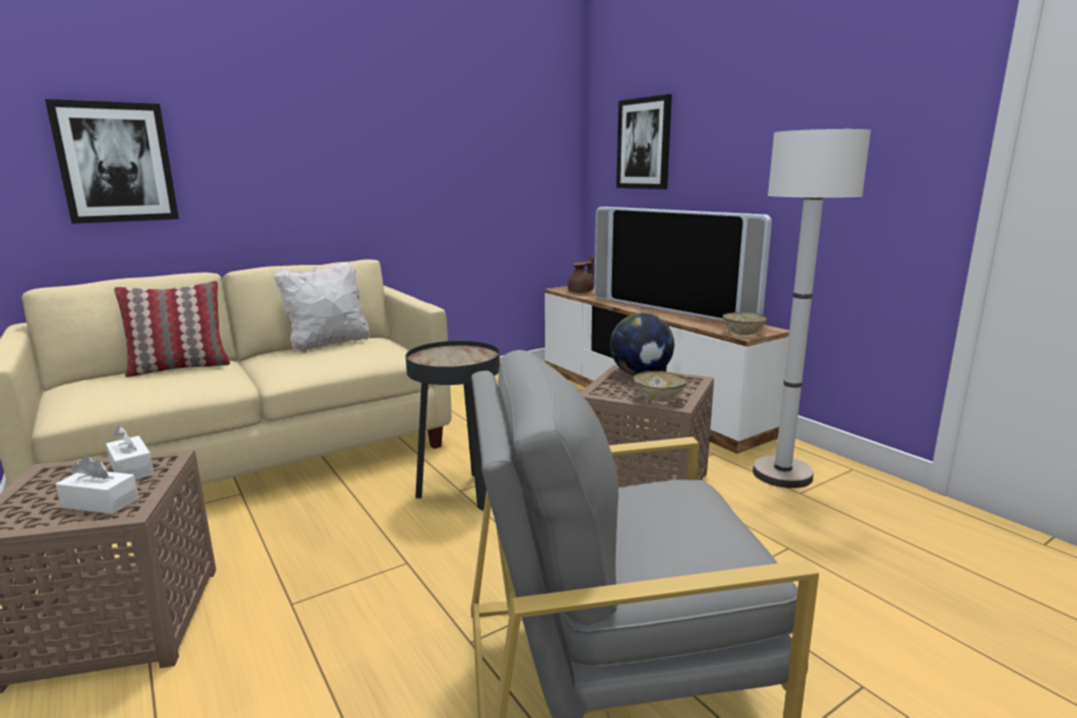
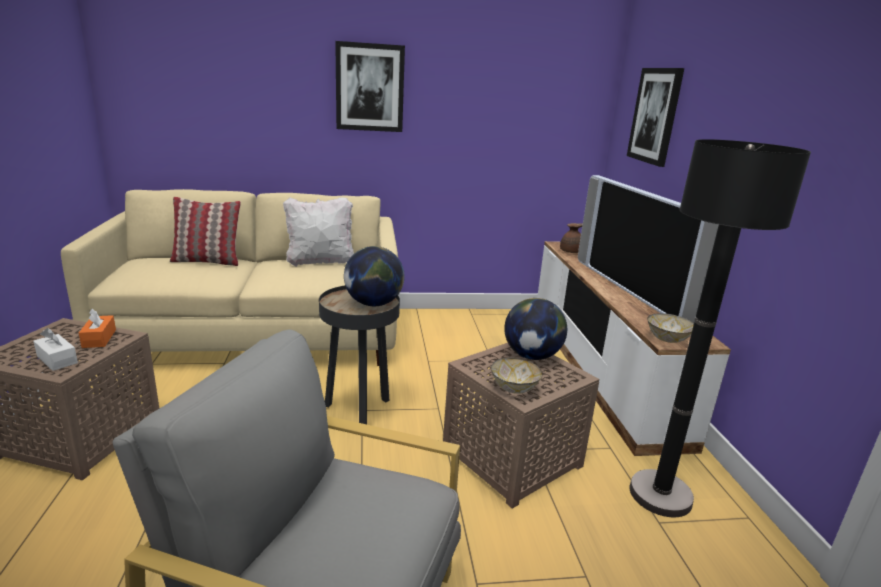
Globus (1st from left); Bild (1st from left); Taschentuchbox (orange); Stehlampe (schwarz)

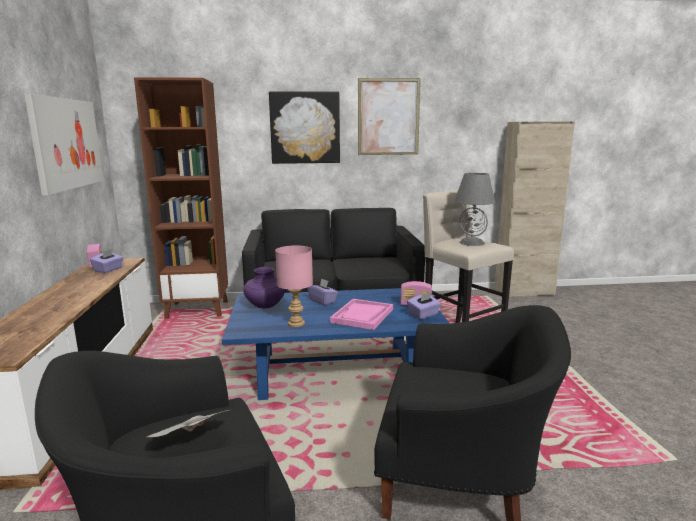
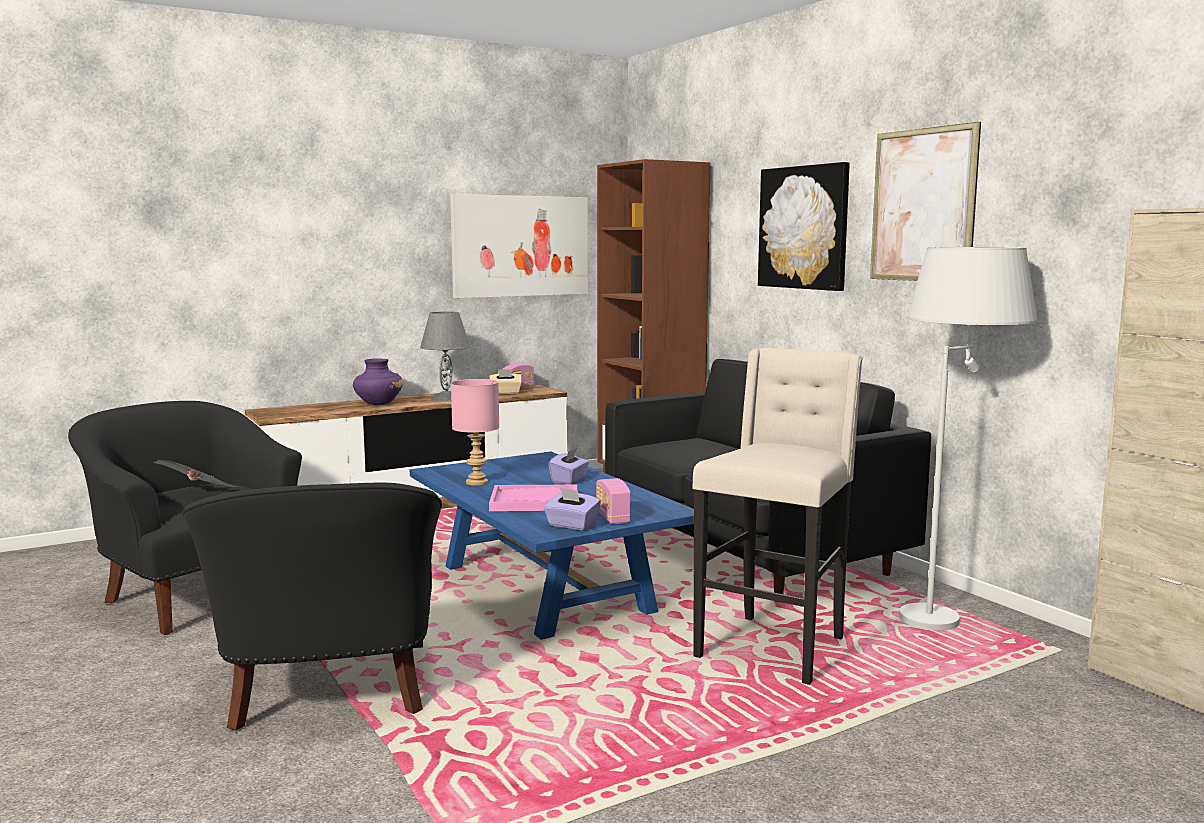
Stehlampe (weiß); Vase (lila); Tischlampe (grau); Taschentuchbox (beige)

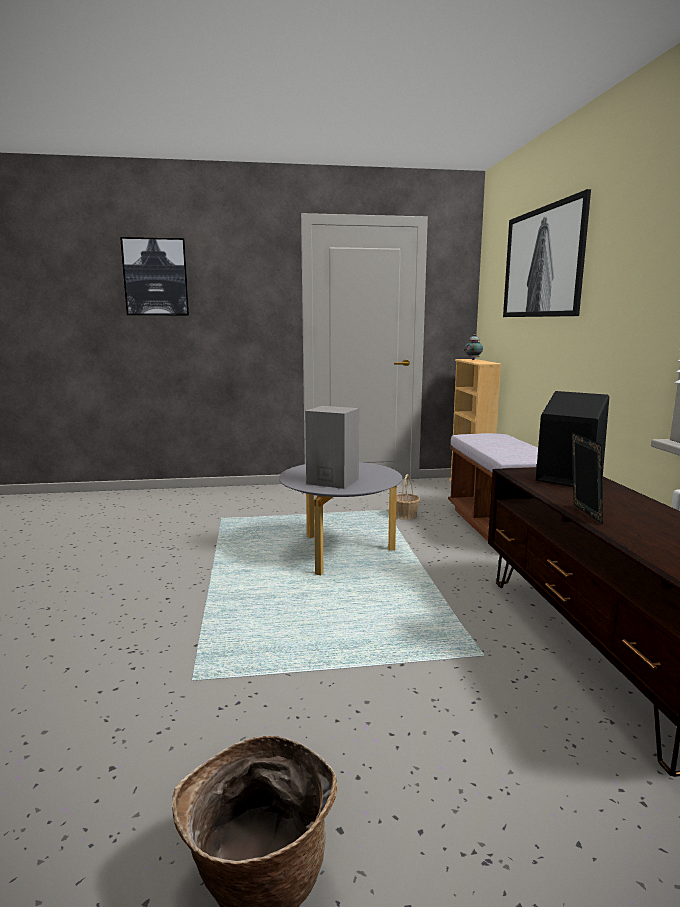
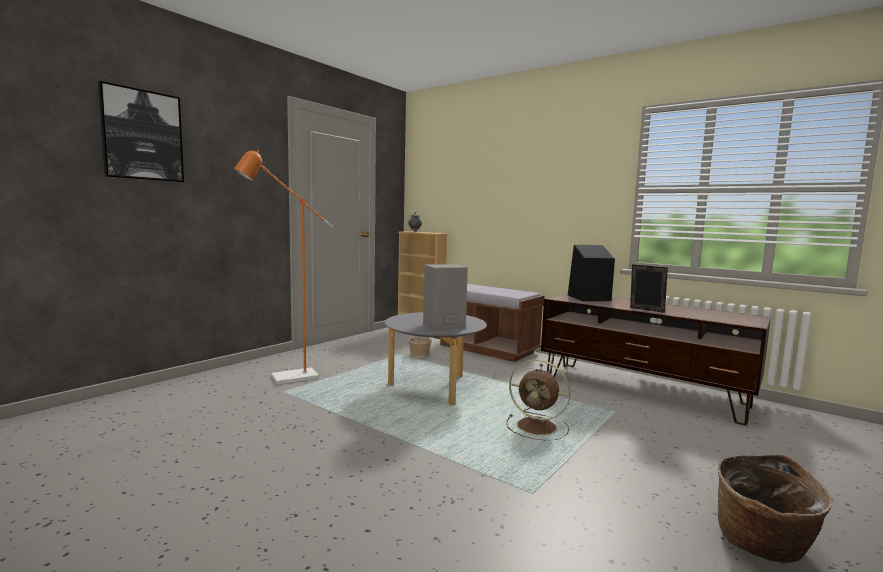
Bild (2nd from left in the first image); Stehlampe (orange); Ventilator (braun)

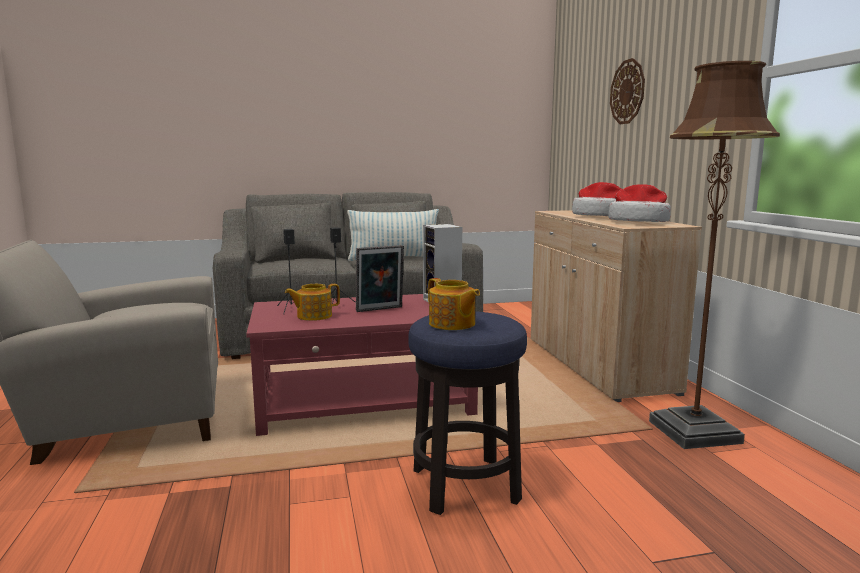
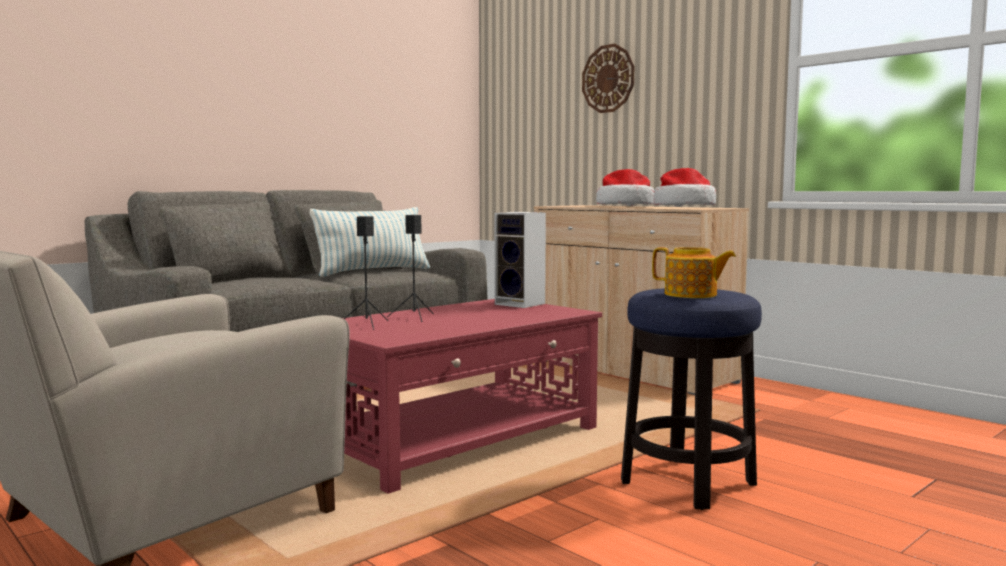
Teekanne (1st from left in the first image); Bilderrahmen; Stehlampe (braun)

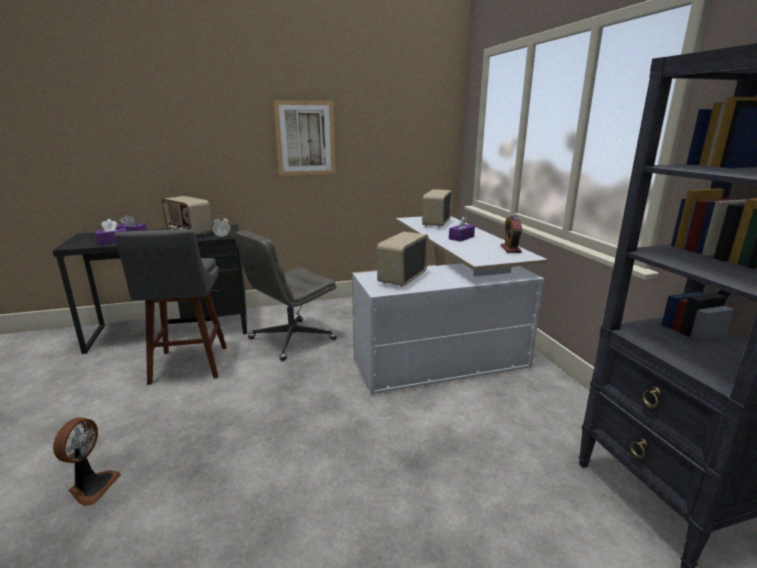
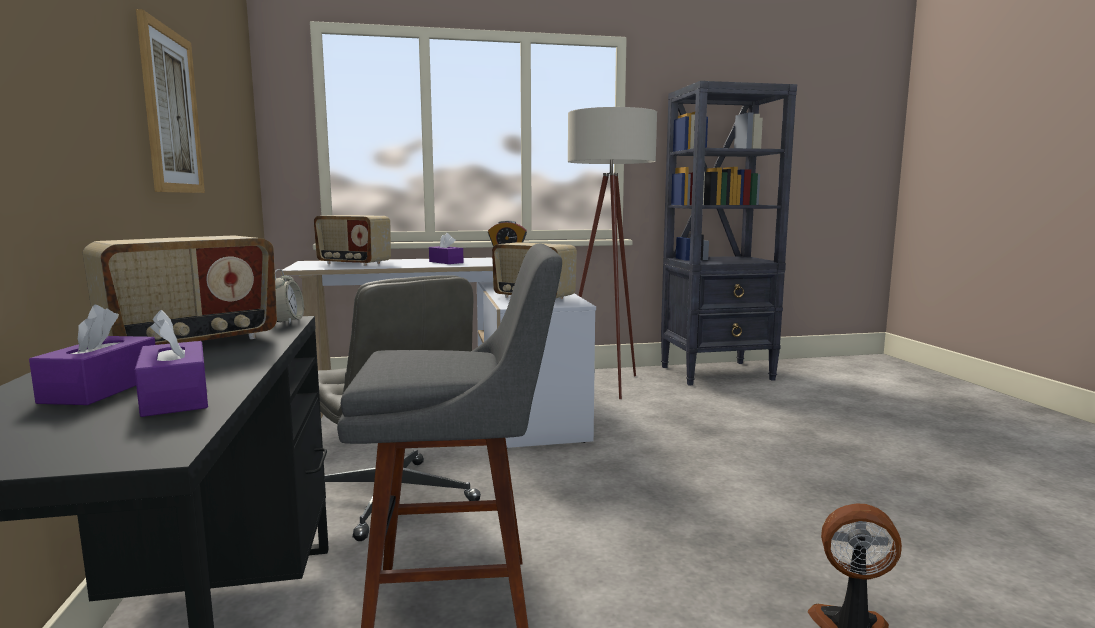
Stehlampe (beige)

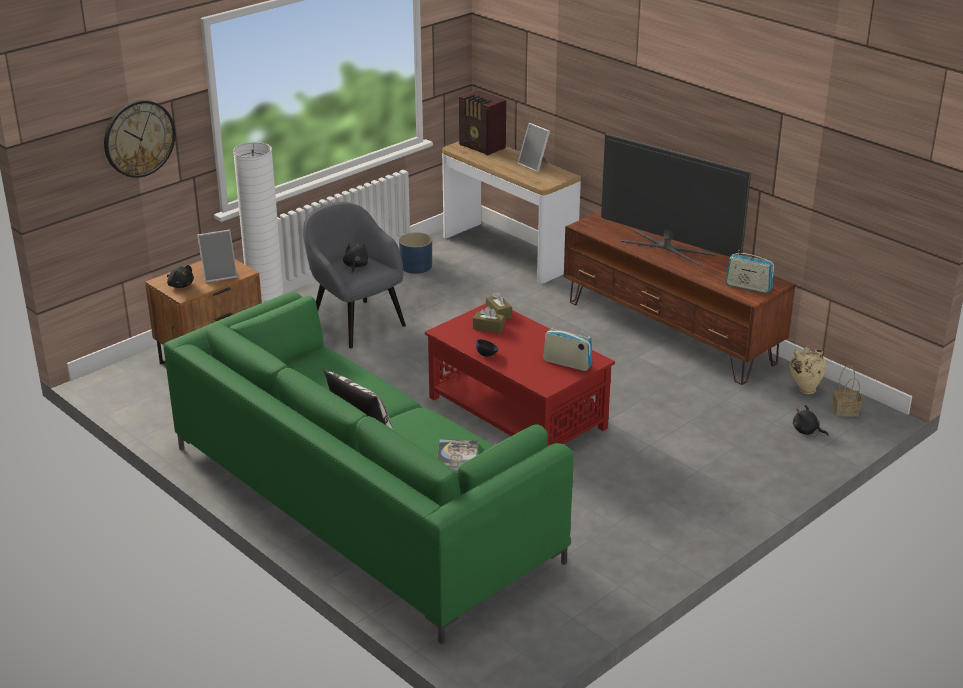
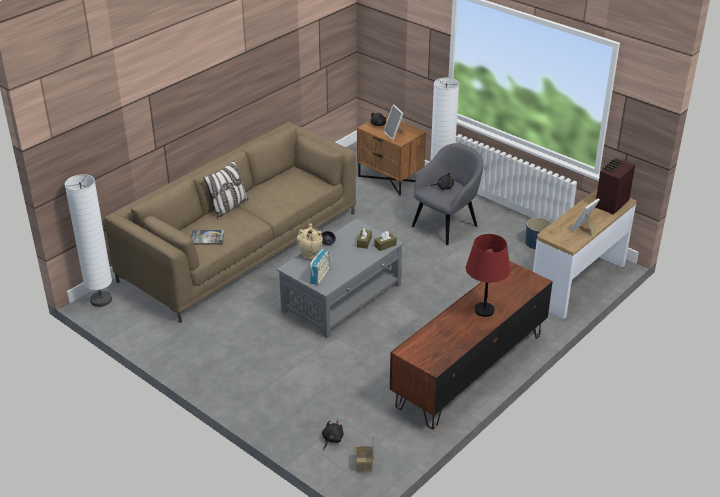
Wanduhr; Radio (3rd from left in the first image); Stehlampe (weiß) (1st from left); Vase (beige); Tischlampe (rot); Sofa (braun); Couchtisch (grau)

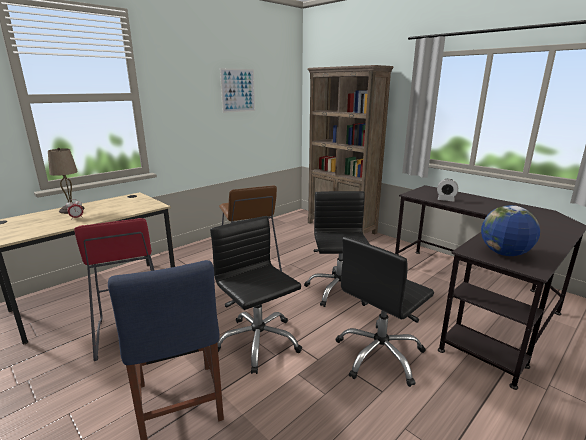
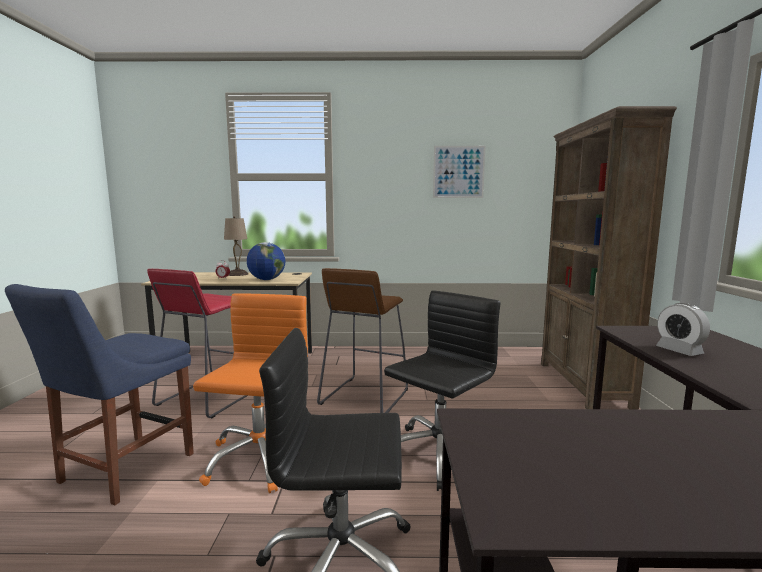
Globus; Bürostuhl (orange)

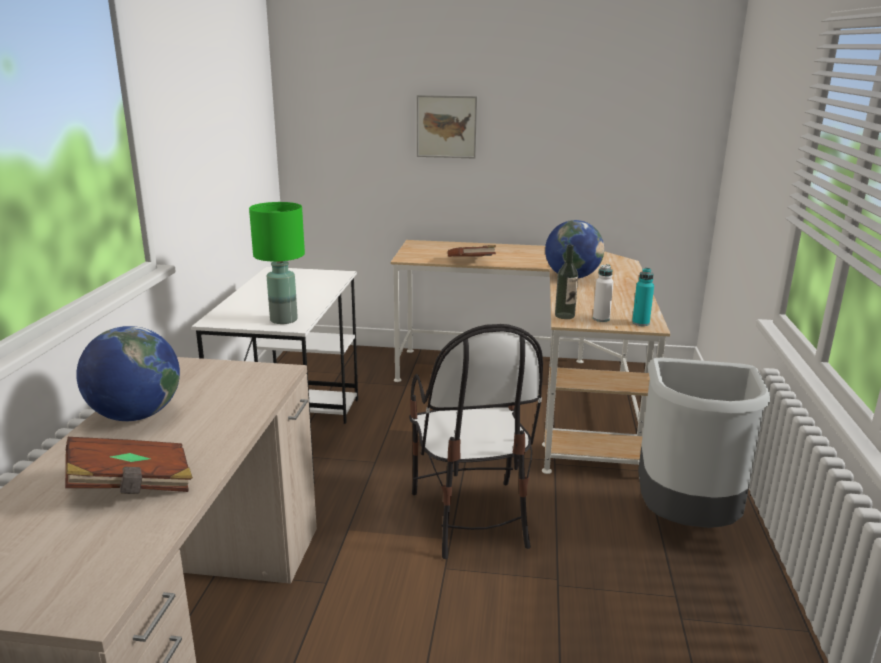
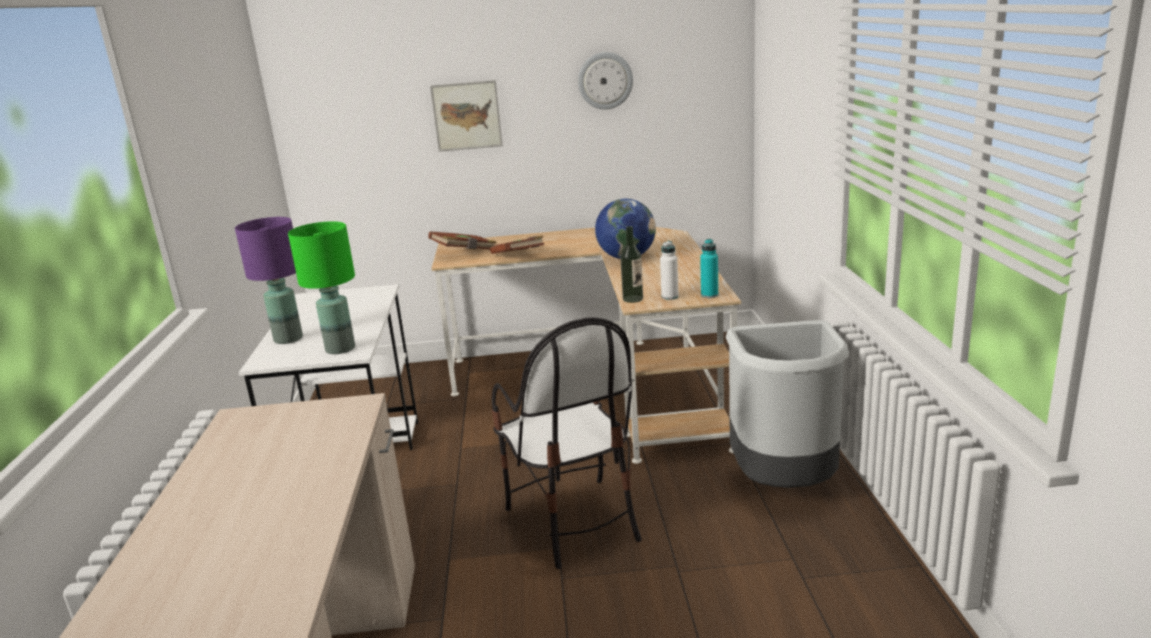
Globus (1st from left in the first image); Tischlampe (lila); Wanduhr; Buch (braun) (1st from left)

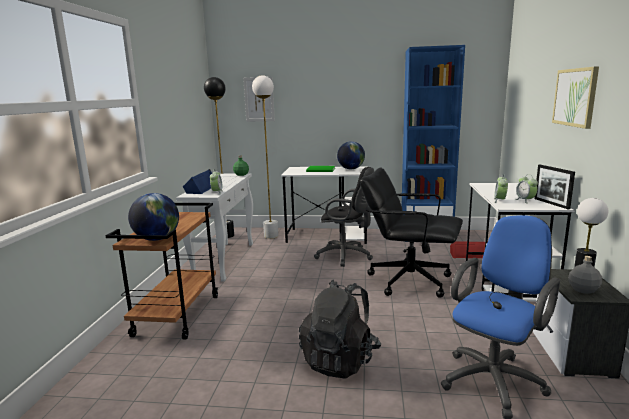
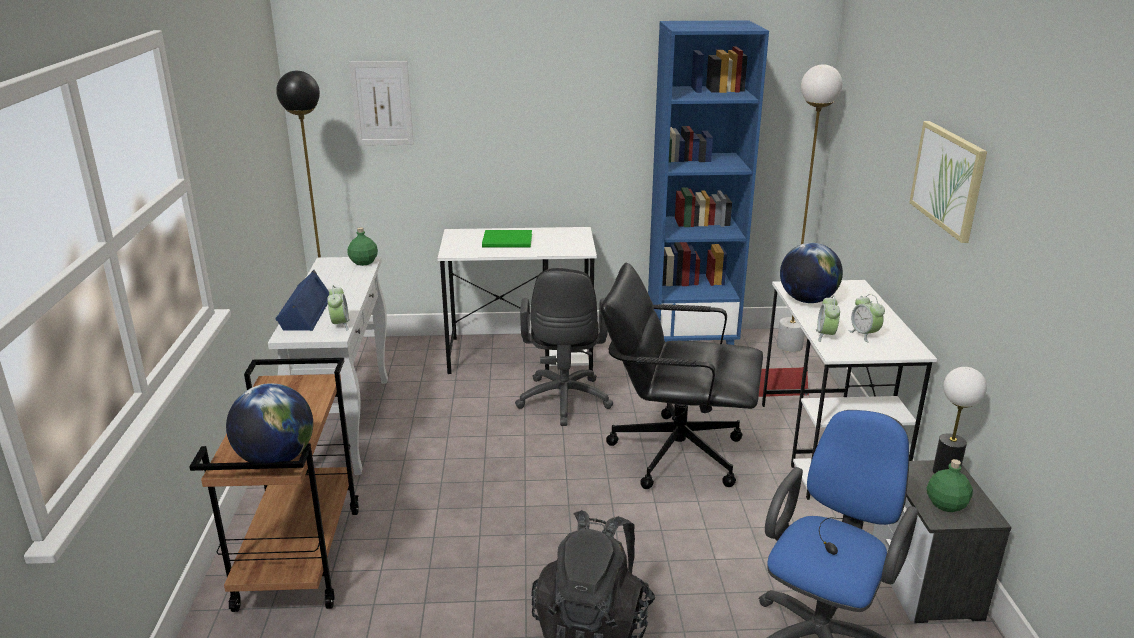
Bilderrahmen; Stehlampe (weiß); Globus (2nd from left); Flasche (grün) (2nd from left); Bürostuhl (schwarz) (1st from left)

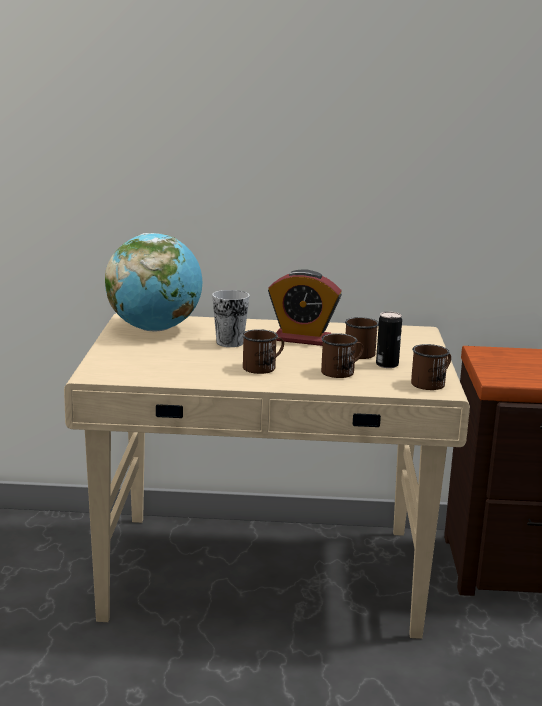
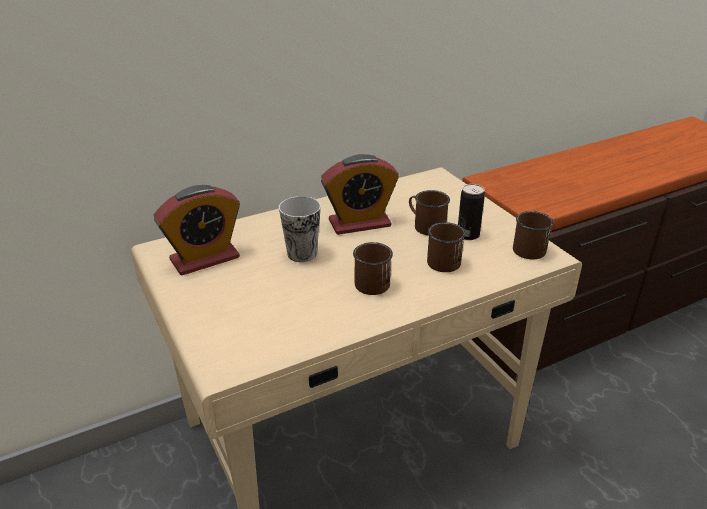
Wecker (1st from left)

